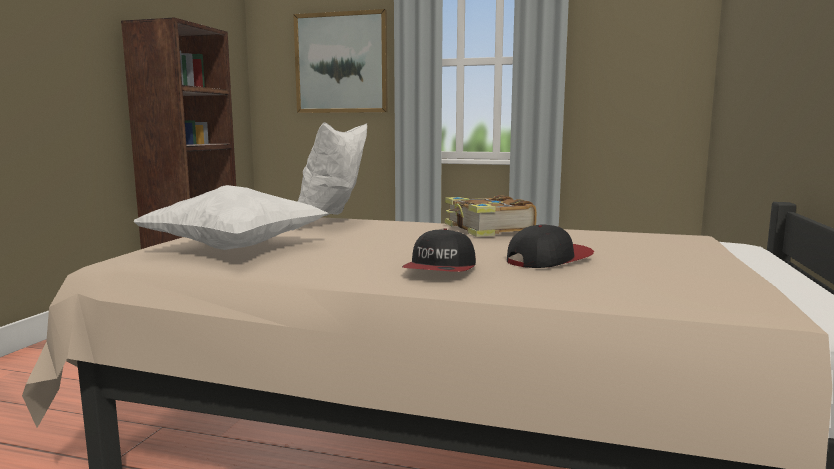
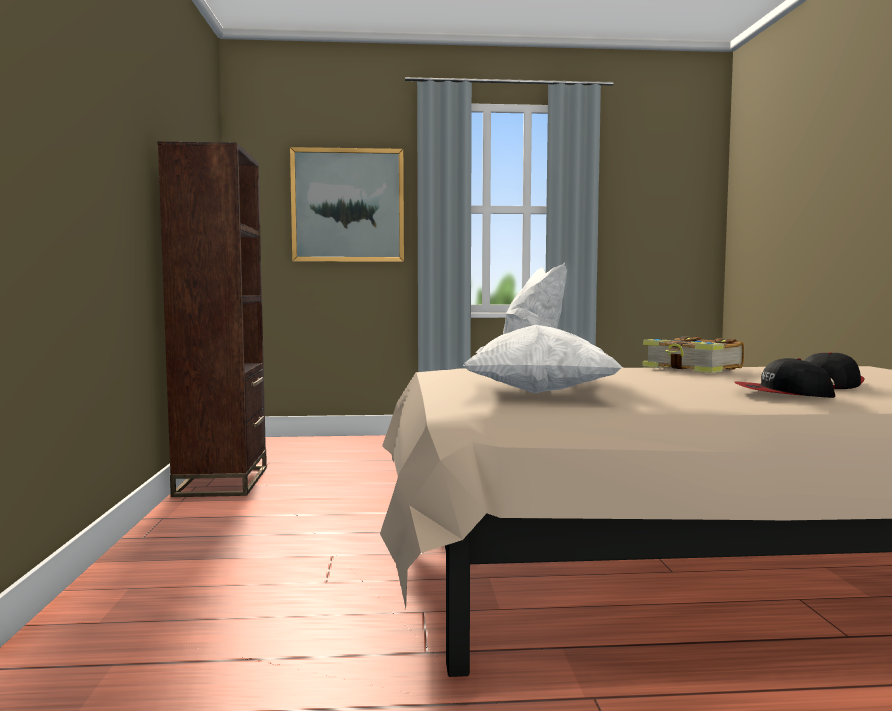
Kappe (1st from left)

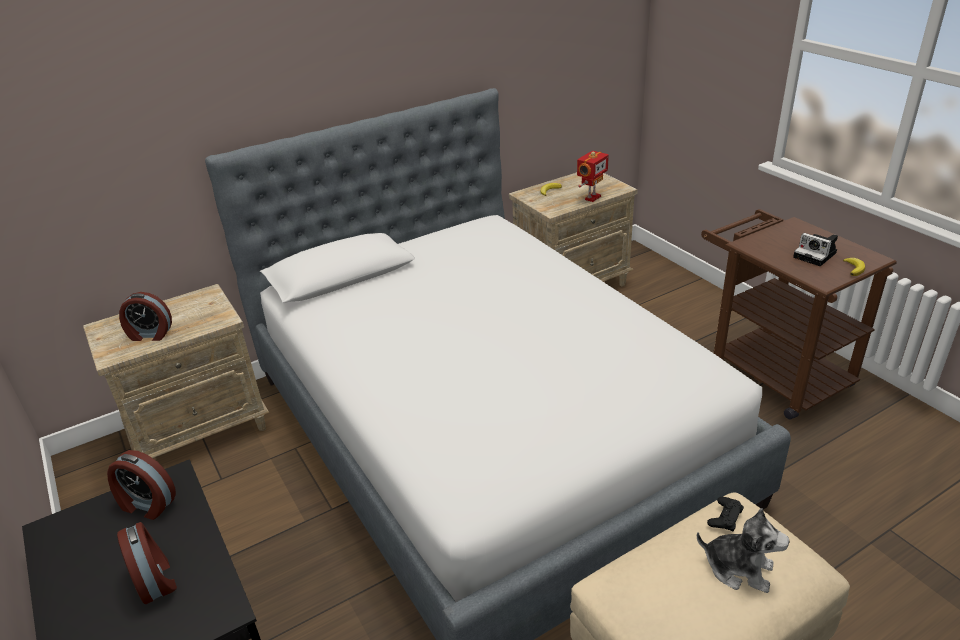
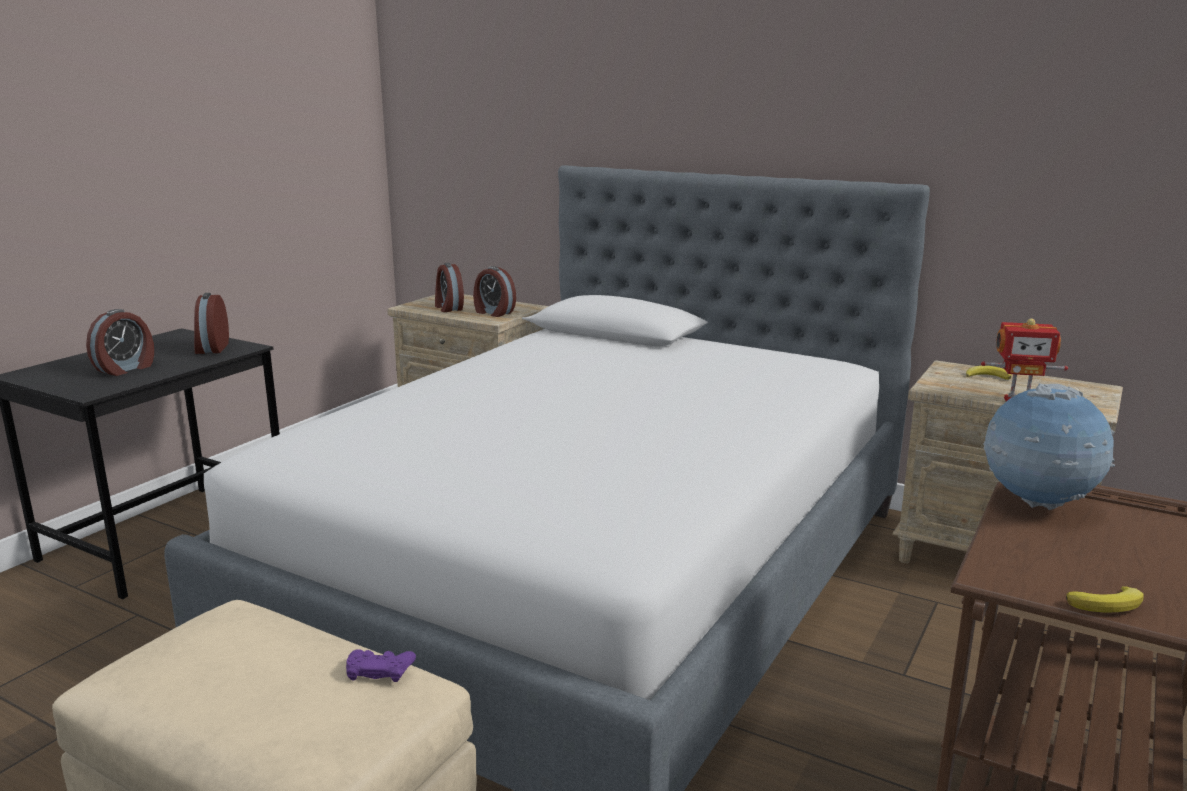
Plüschtier; Kamera; Wecker (4th from left); Globus; Gamepad (lila)

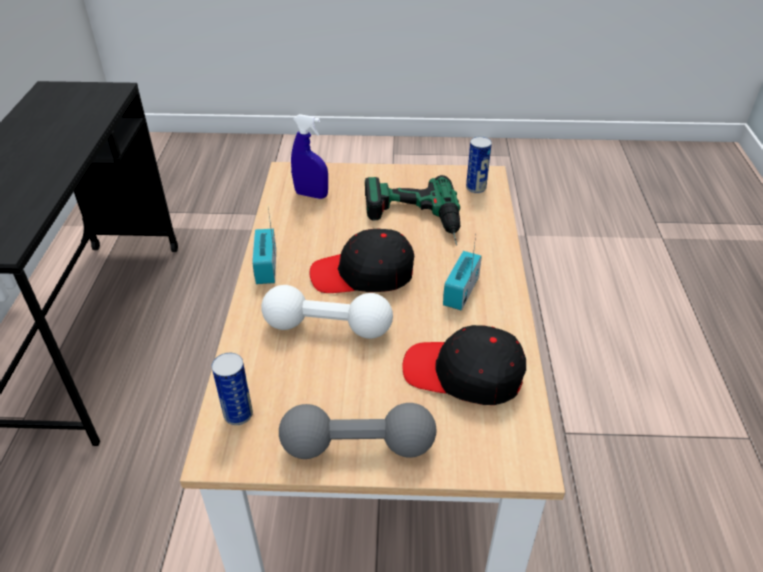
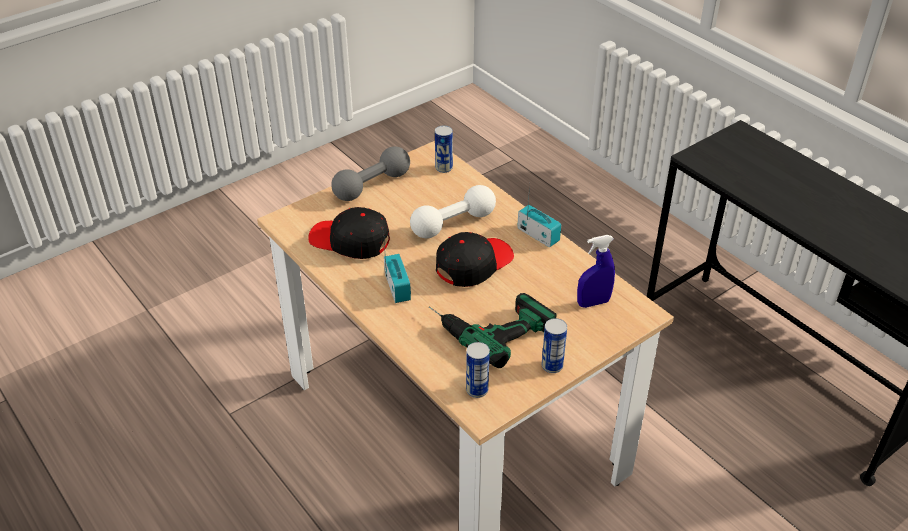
Dose (3rd from left); Kappe (schwarz) (1st from left)

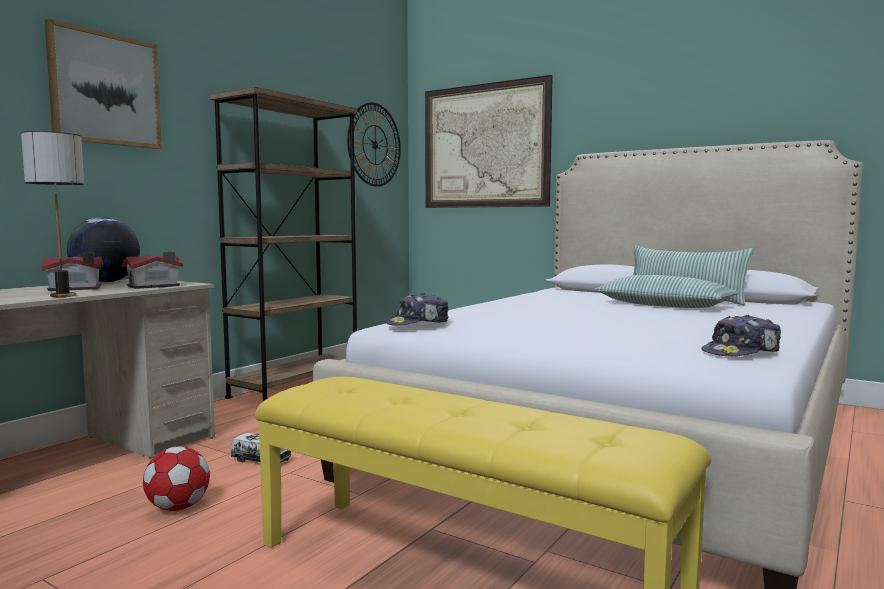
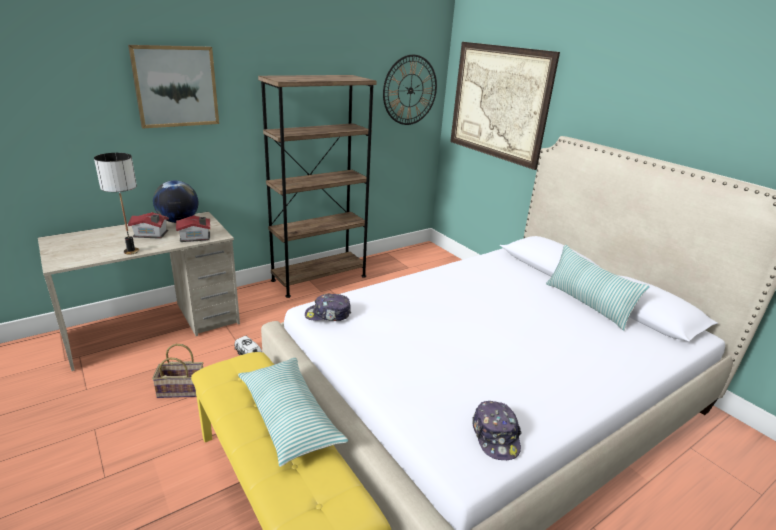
Kissen (1st from left); Korb; Kappe (2nd from left)

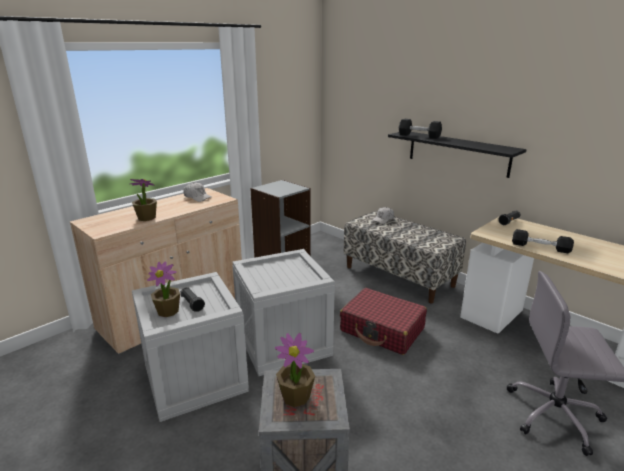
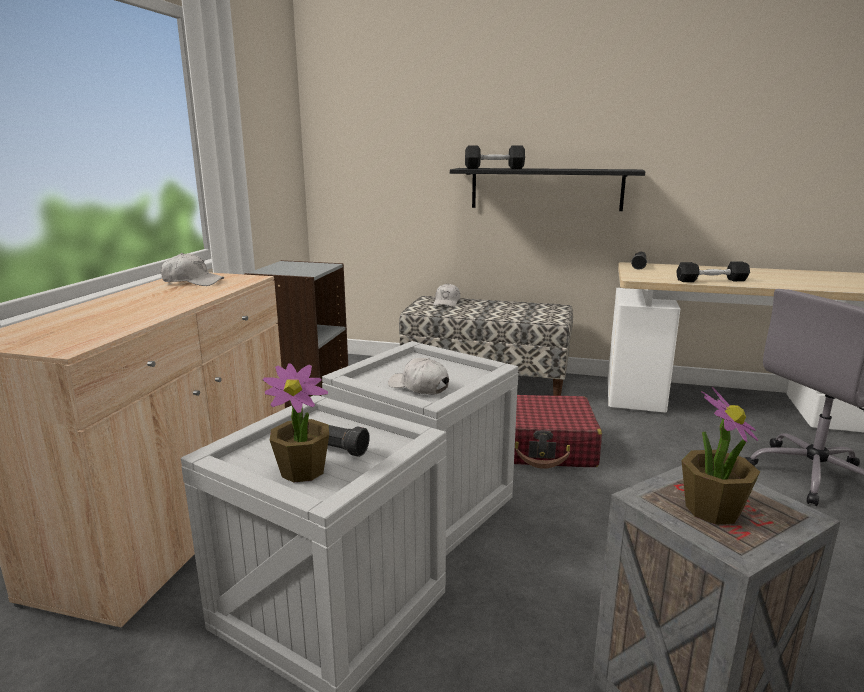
Topfpflanze (1st from left in the first image); Kappe (weiß) (2nd from left)

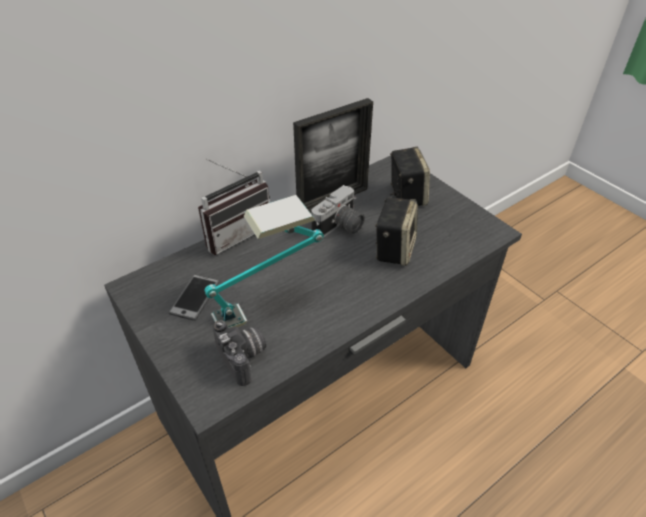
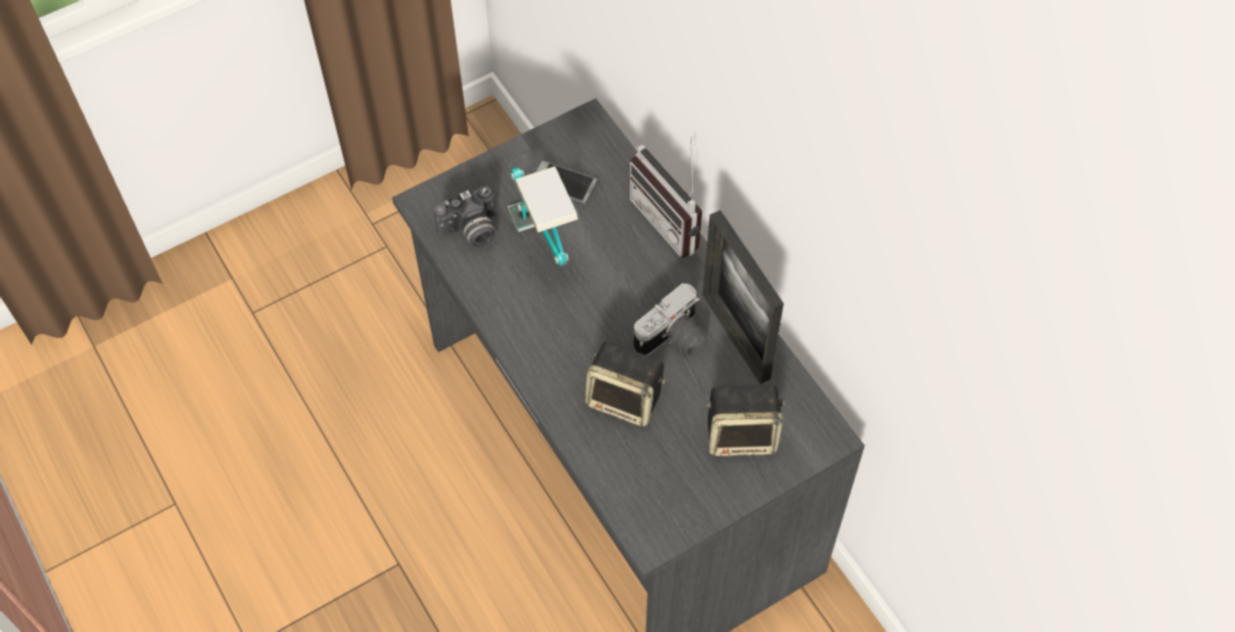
Kamera (2nd from left)

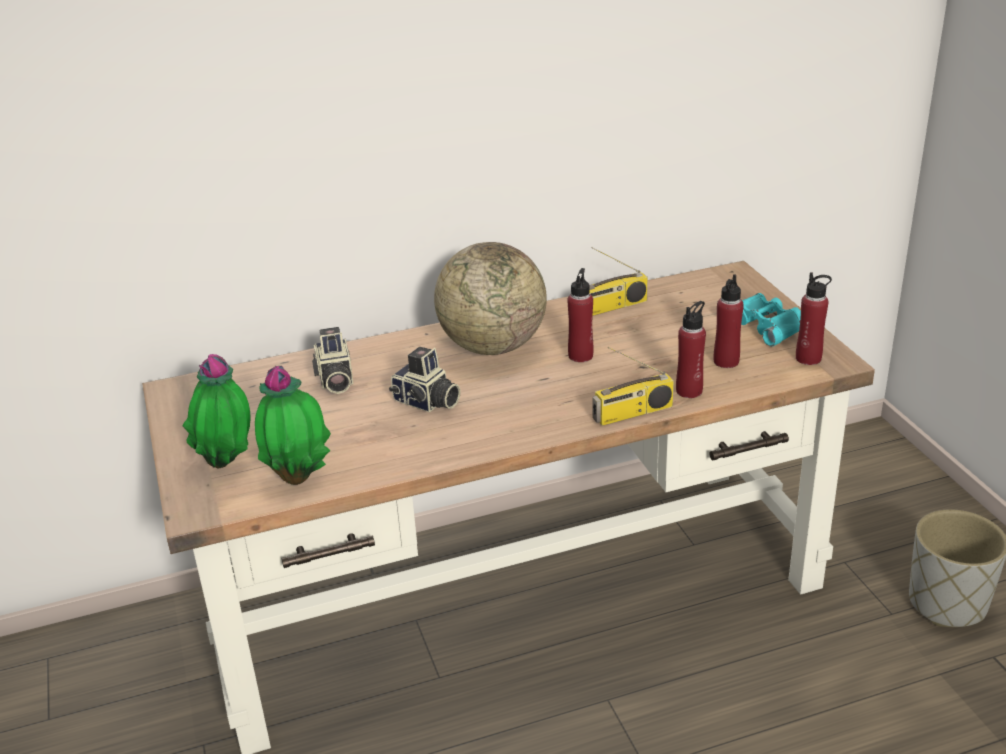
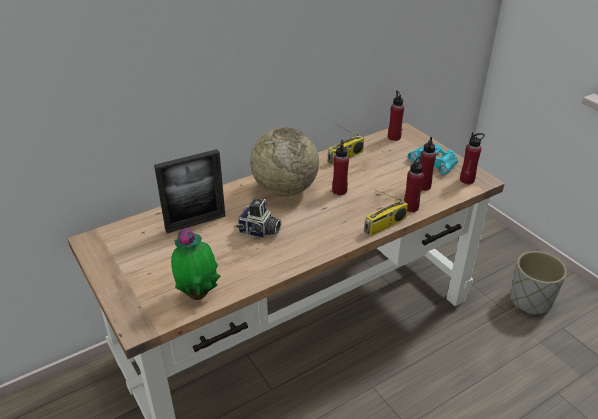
Topfpflanze (1st from left in the first image); Flasche (rot) (2nd from left); Bilderrahmen

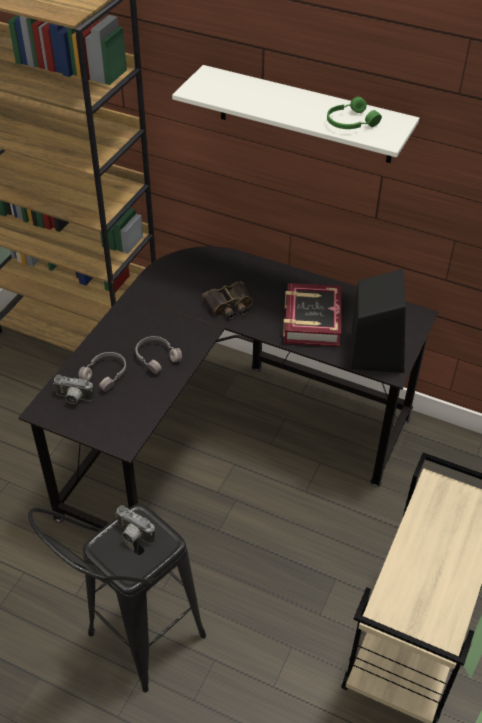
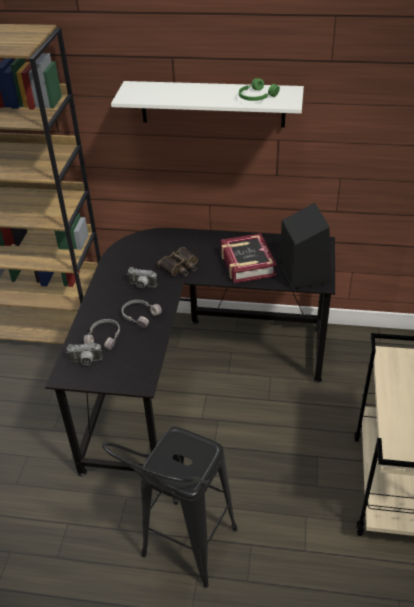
Kamera (2nd from left)

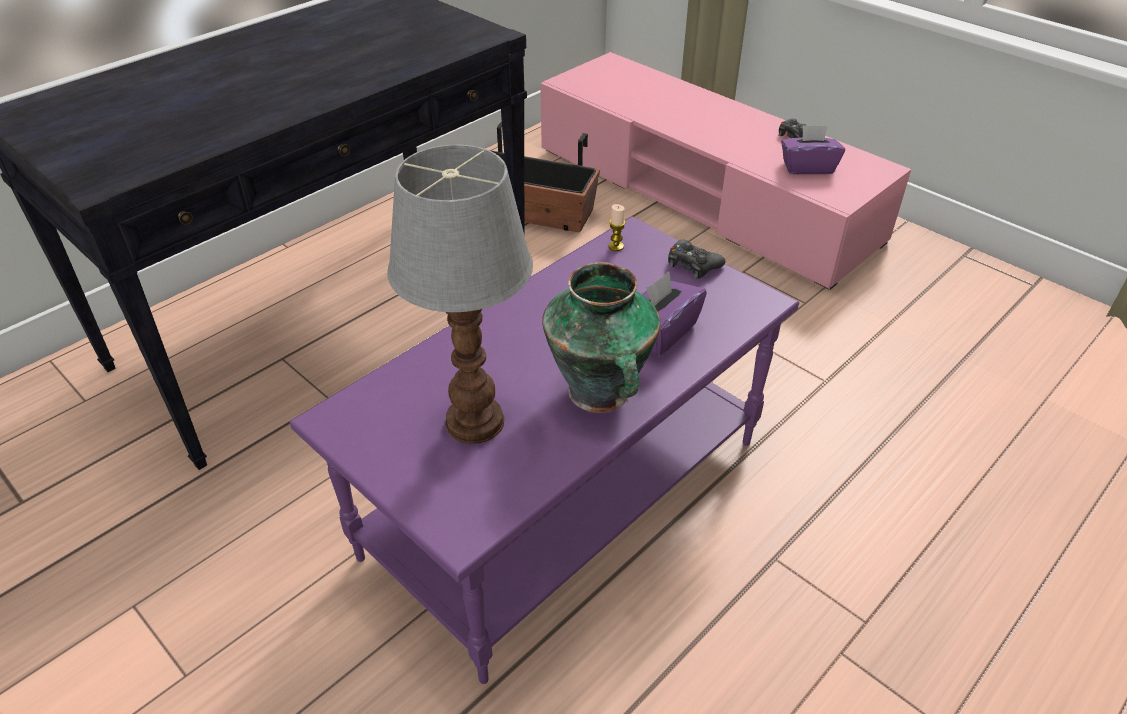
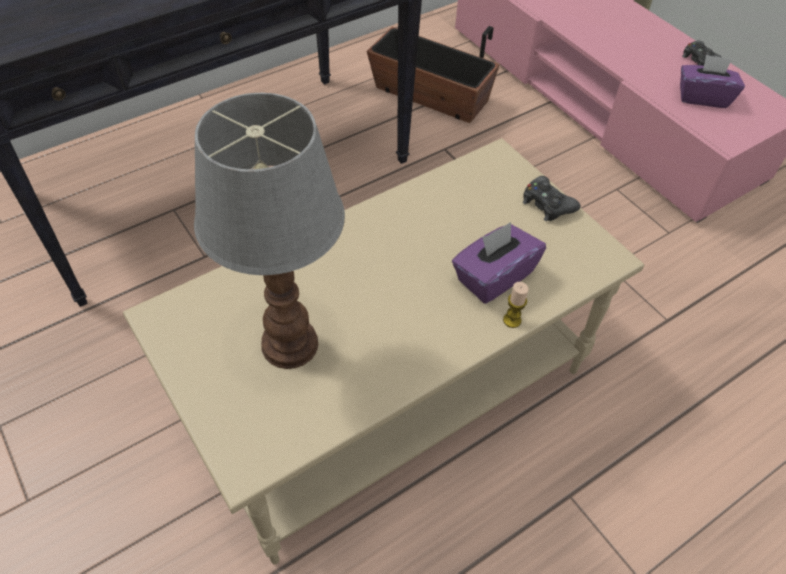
Vase; Kerze; Couchtisch (beige)

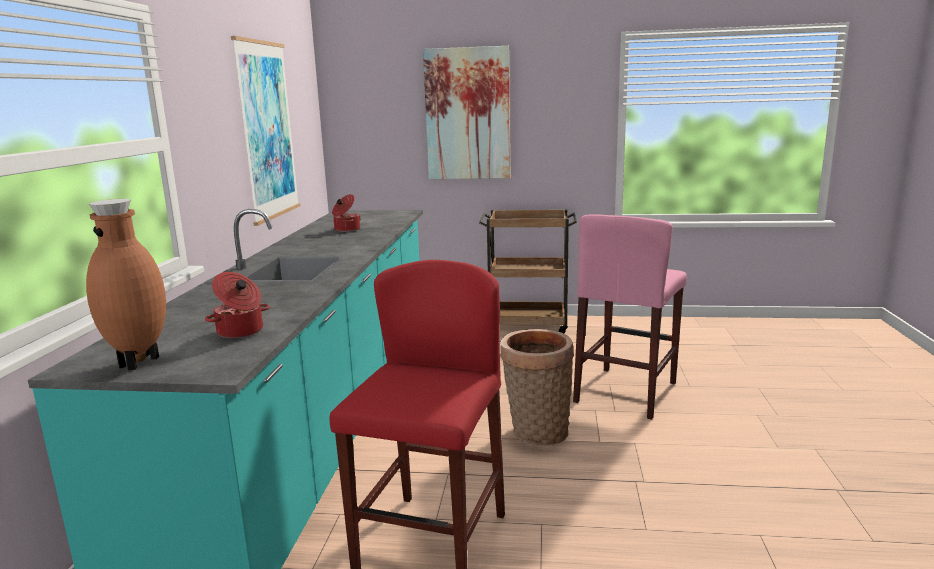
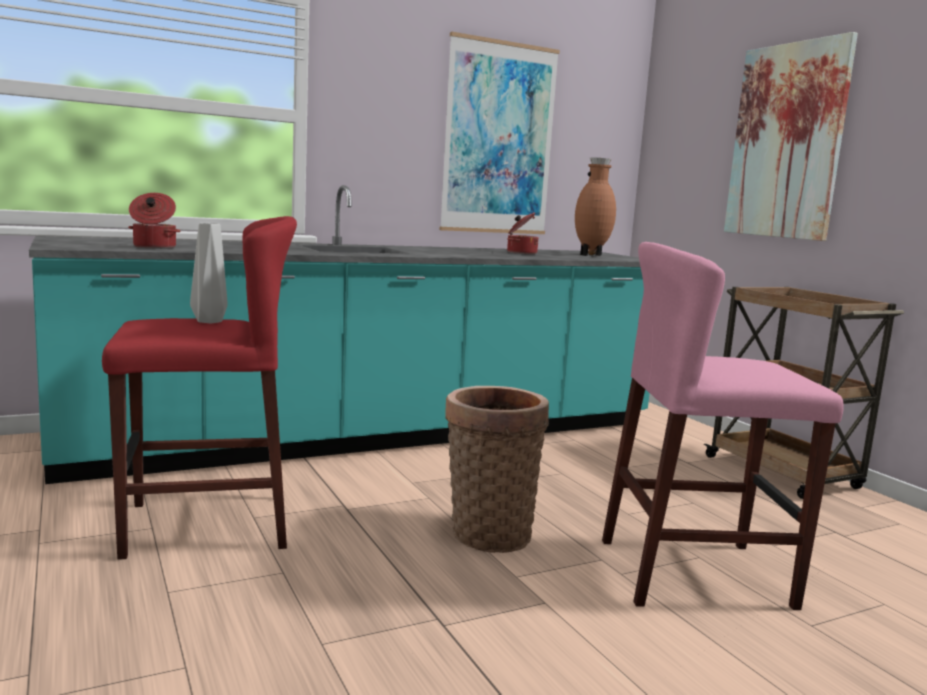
Vase (grau); Vase (braun)

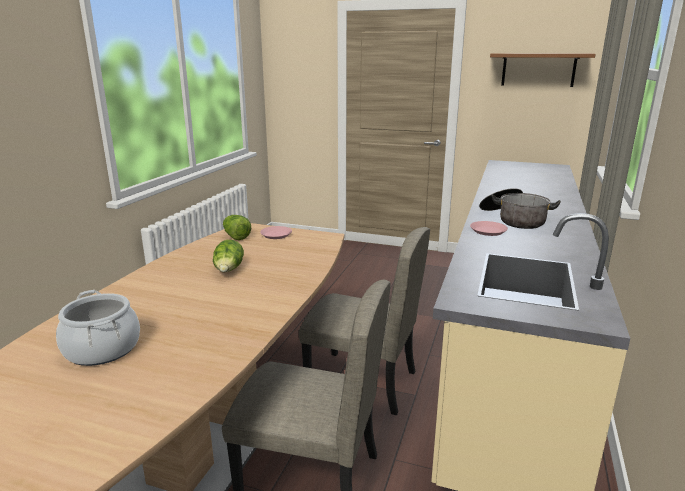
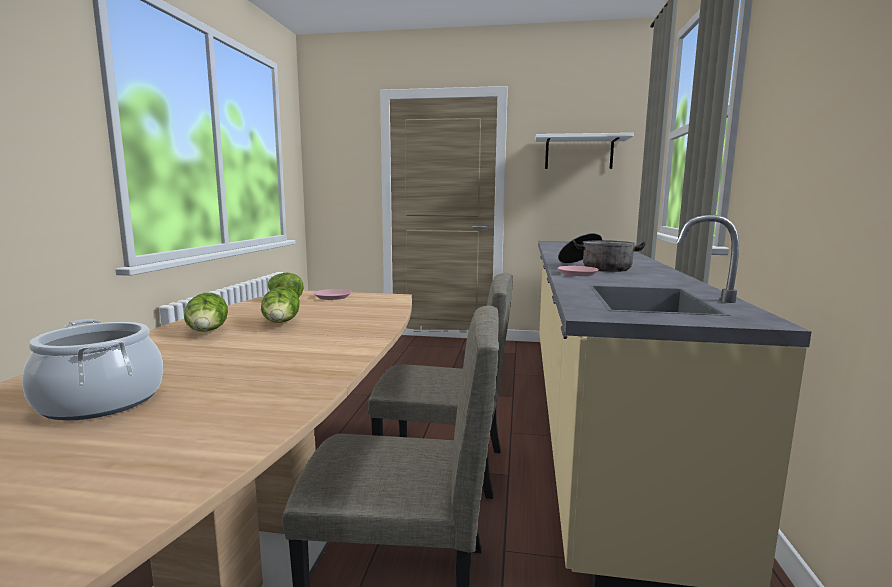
Salatkopf (1st from left); Wandregal (weiß)

